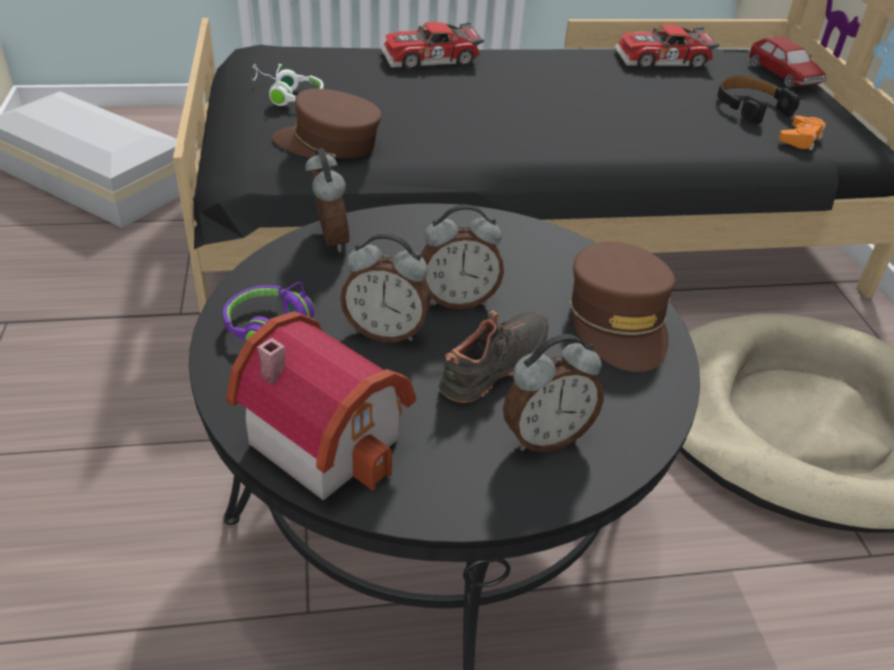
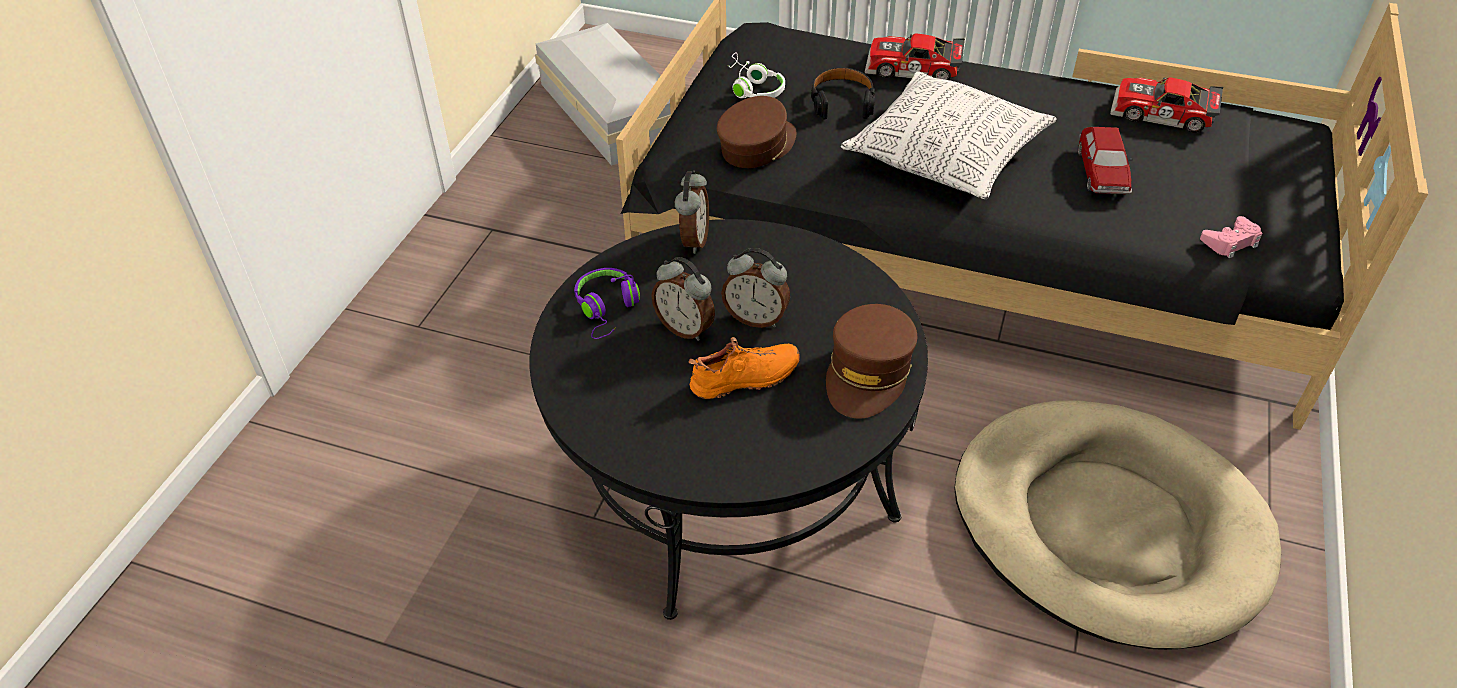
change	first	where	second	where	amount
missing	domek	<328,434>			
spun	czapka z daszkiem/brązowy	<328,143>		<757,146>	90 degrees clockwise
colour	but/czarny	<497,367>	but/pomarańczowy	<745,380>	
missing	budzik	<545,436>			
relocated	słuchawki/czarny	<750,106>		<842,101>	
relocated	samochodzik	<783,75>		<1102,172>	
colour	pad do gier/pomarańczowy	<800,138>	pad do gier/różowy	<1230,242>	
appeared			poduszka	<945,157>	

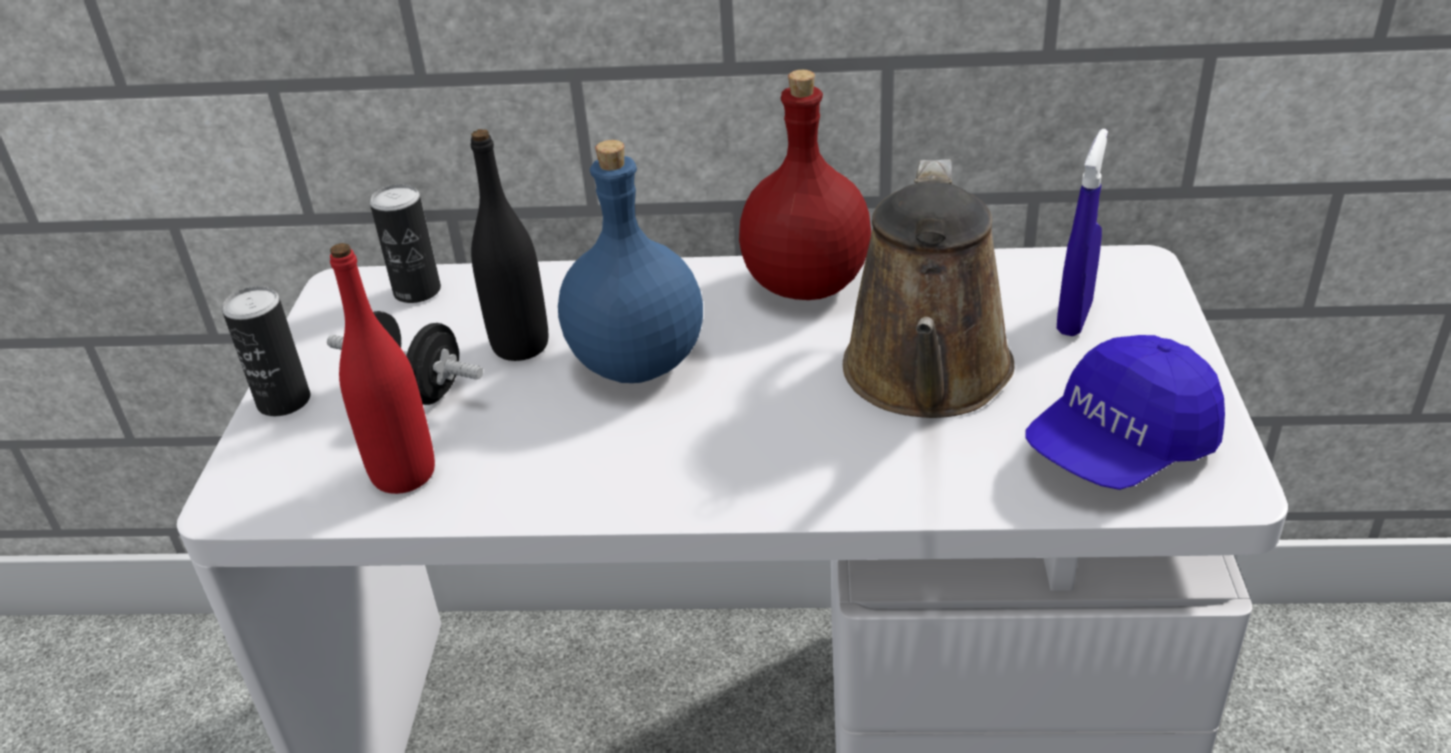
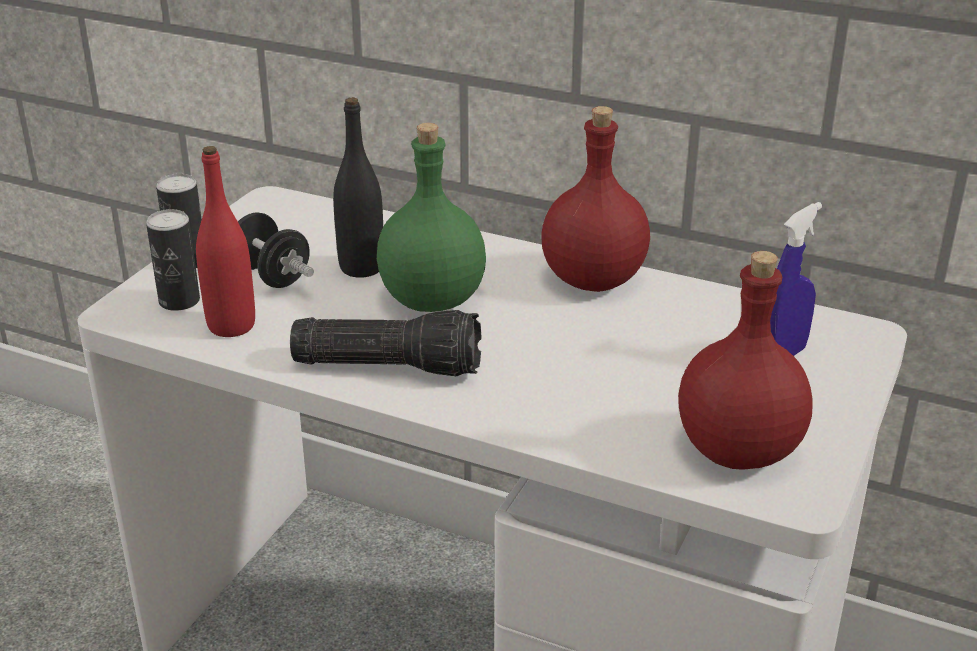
change	first	where	second	where	amount
relocated	puszka	<417,291>		<179,301>	
colour	butelka/niebieski	<636,362>	butelka/zielony	<432,299>	
missing	konewka/brązowy	<927,378>			
exchanged	czapka z daszkiem/niebieski	<1120,447>	butelka/czerwony	<740,451>	
appeared			latarka	<390,364>	

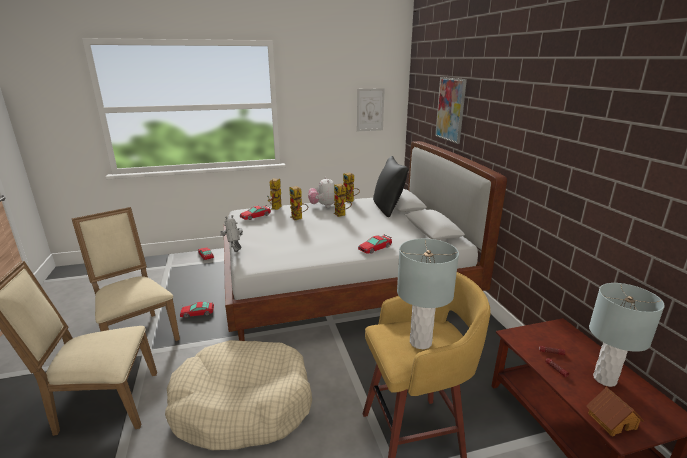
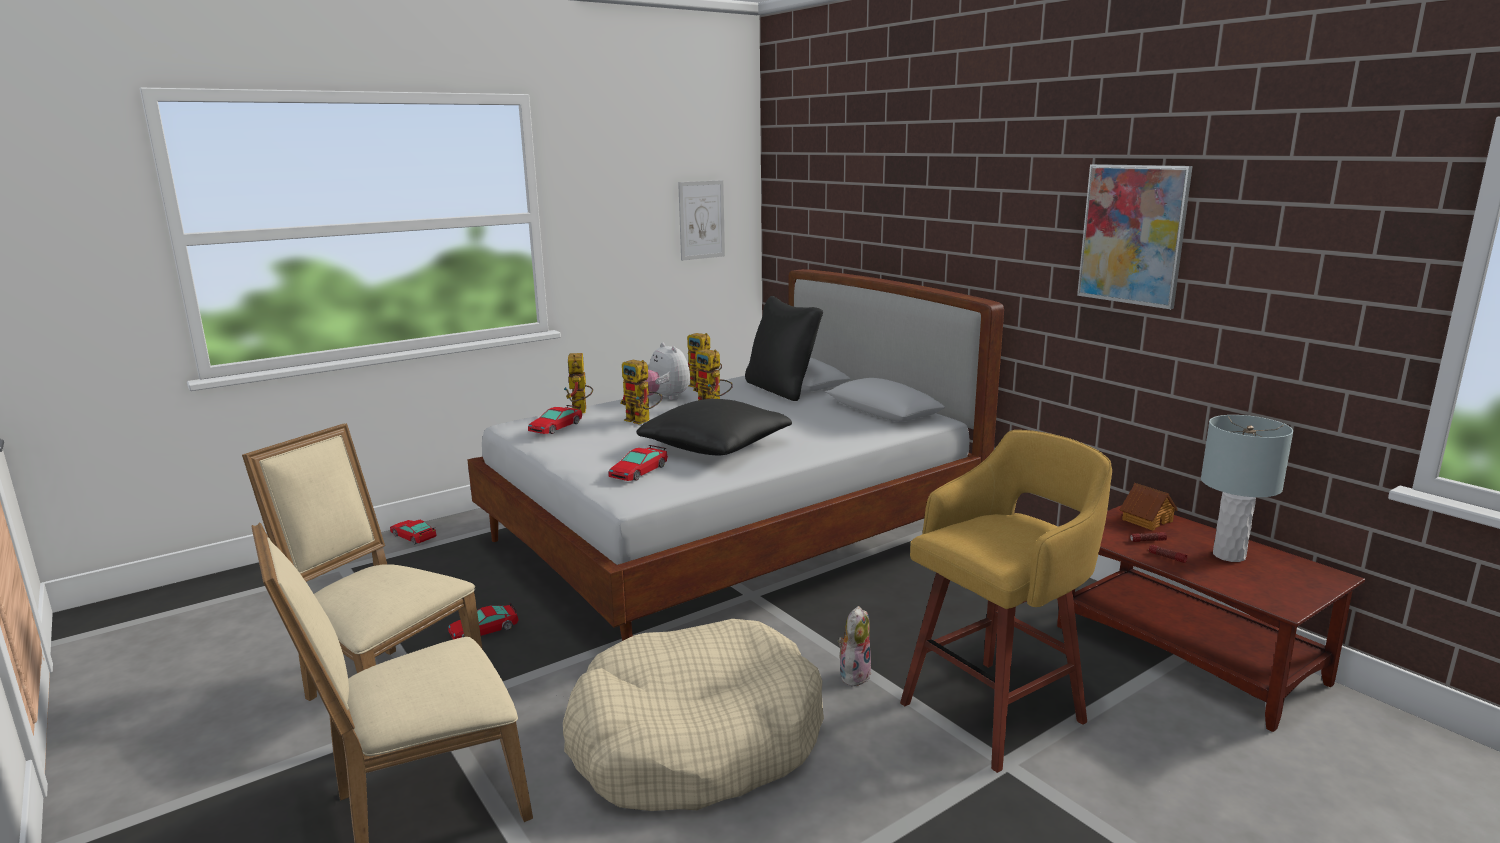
change	first	where	second	where	amount
missing	robot zabawkowy	<235,253>			
relocated	samochodzik	<375,248>		<638,471>	
missing	lampa stołowa/szary	<420,342>			
relocated	obraz	<450,109>		<1132,234>	
relocated	domek	<611,420>		<1146,520>	
appeared			poduszka/czarny	<715,447>	
appeared			pluszak	<853,674>	

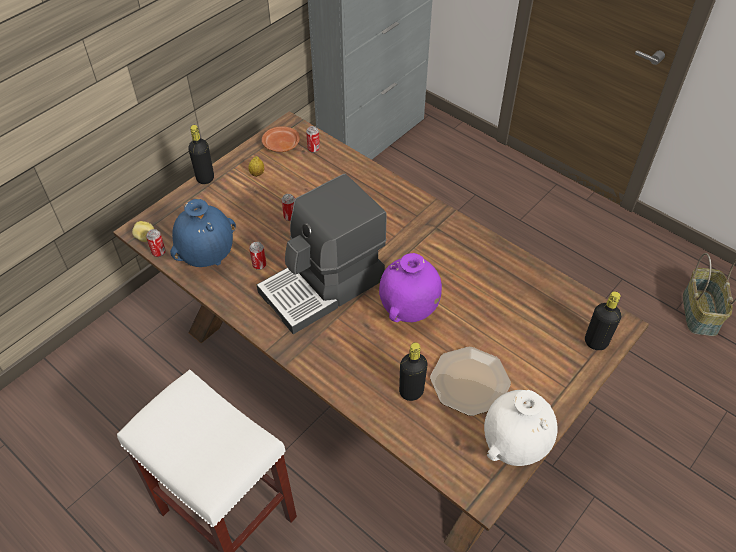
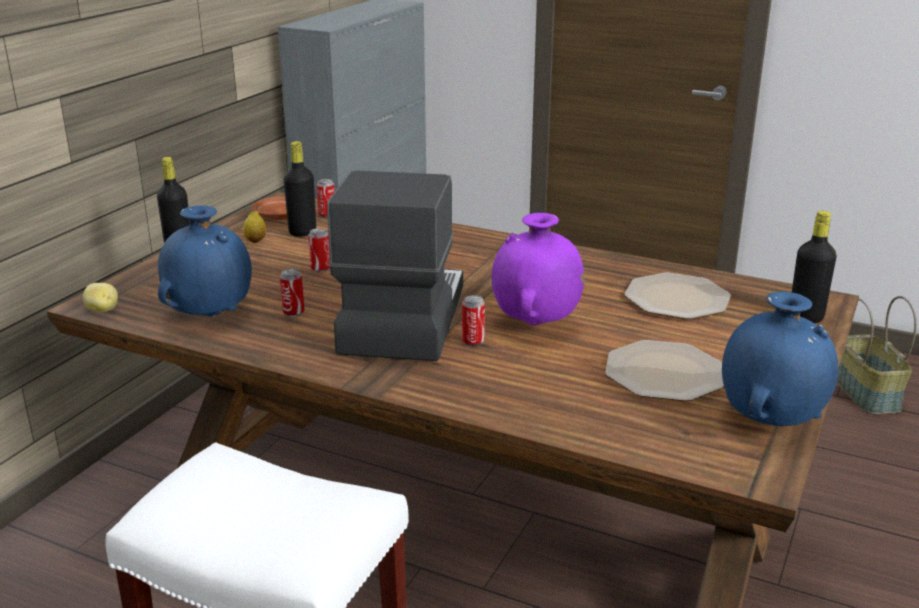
change	first	where	second	where	amount
relocated	puszka	<159,252>		<473,341>	
spun	ekspres do kawy	<324,286>		<400,319>	150 degrees clockwise
relocated	butelka/czarny	<411,391>		<302,232>	
colour	wazon/biały	<514,445>	wazon/niebieski	<770,421>	
appeared			talerz	<676,299>	

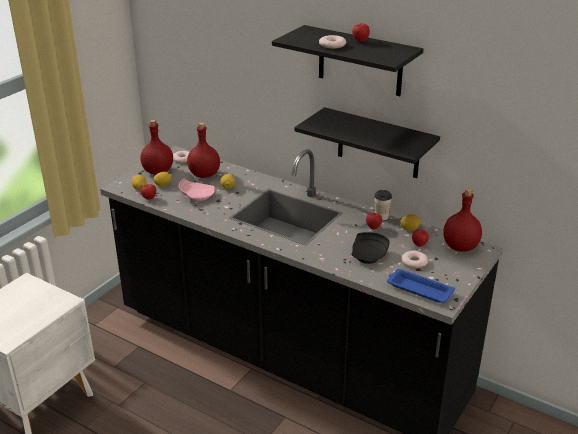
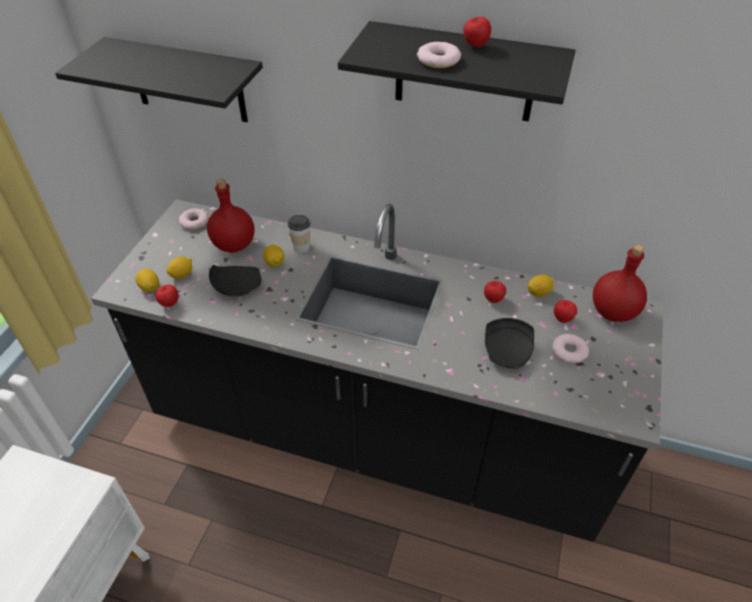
change	first	where	second	where	amount
missing	butelka/czerwony	<157,171>			
colour	talerz/różowy	<196,196>	talerz/czarny	<236,286>	
relocated	półka/czarny	<378,144>		<188,81>	
relocated	filiżanka	<381,217>		<301,247>	
missing	taca/niebieski	<418,289>			

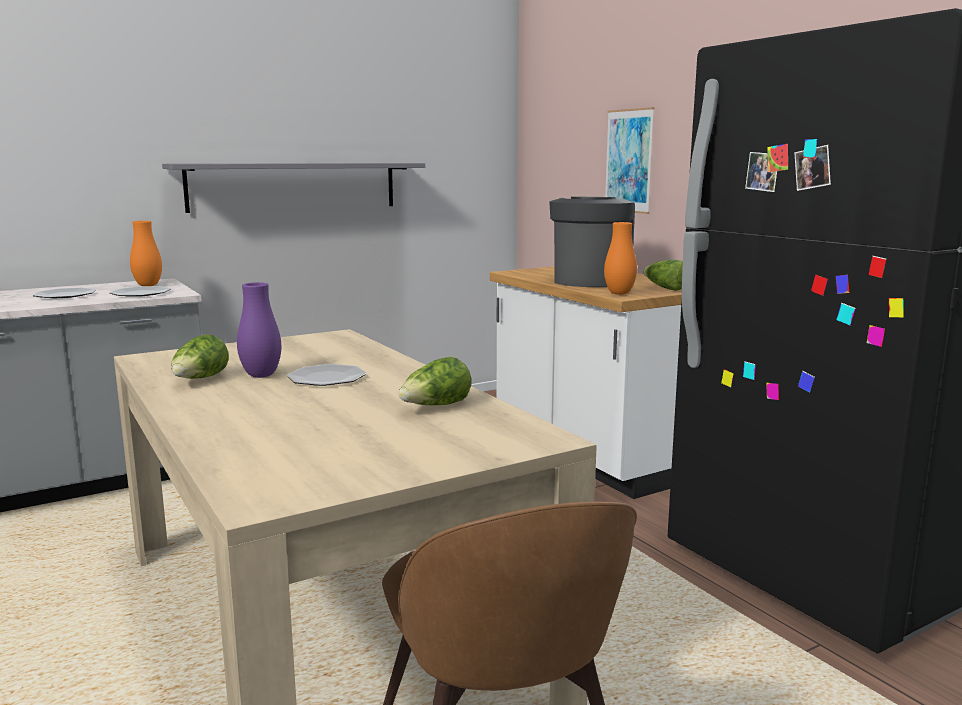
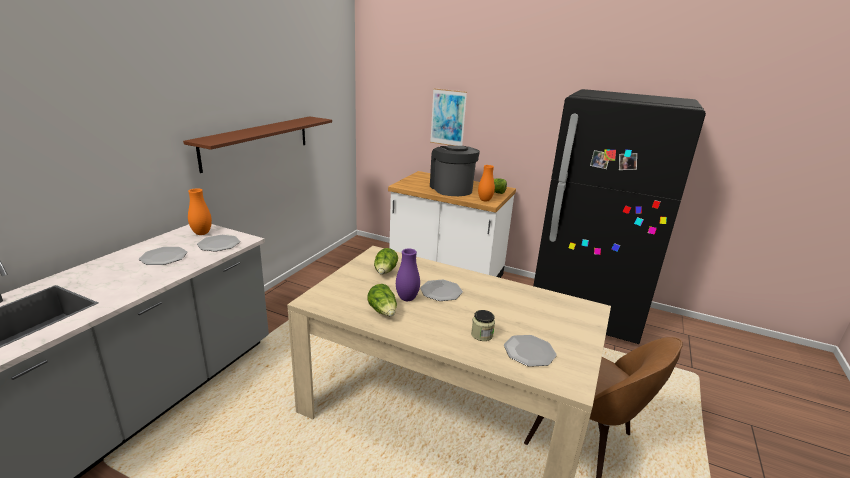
change	first	where	second	where	amount
colour	półka/szary	<294,186>	półka/brązowy	<257,142>	
relocated	sałata	<436,407>		<385,271>	
appeared			słoik	<482,335>	
appeared			talerz	<529,352>	

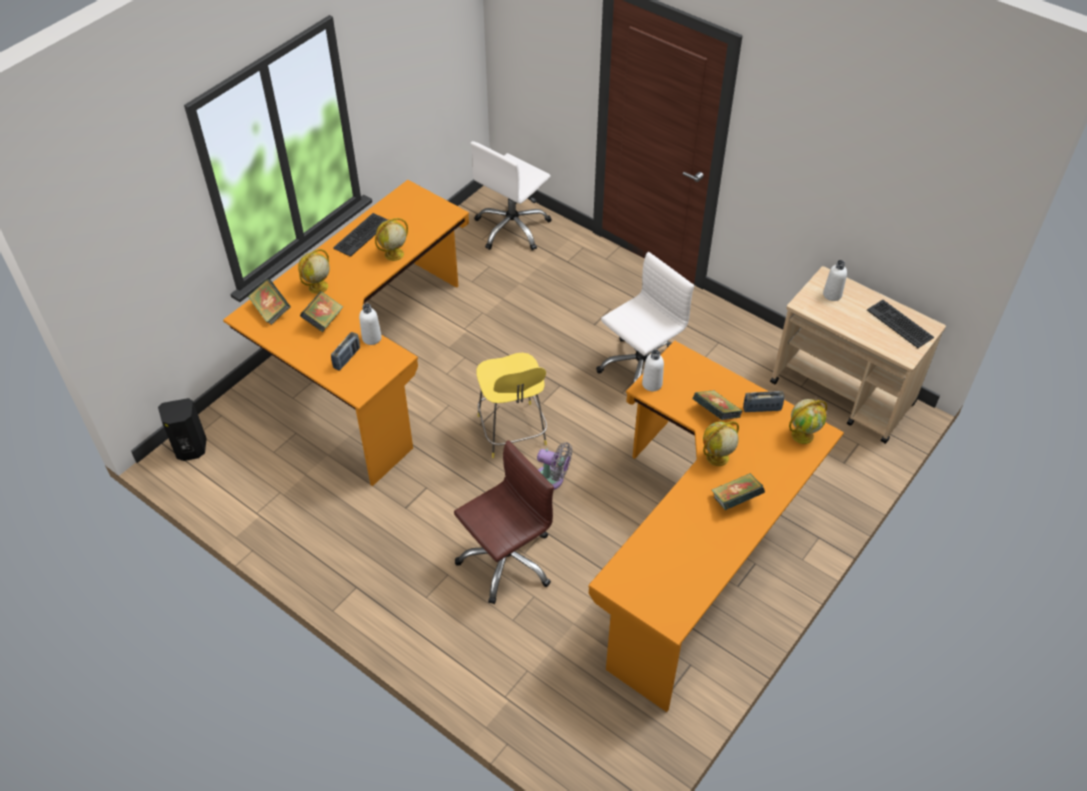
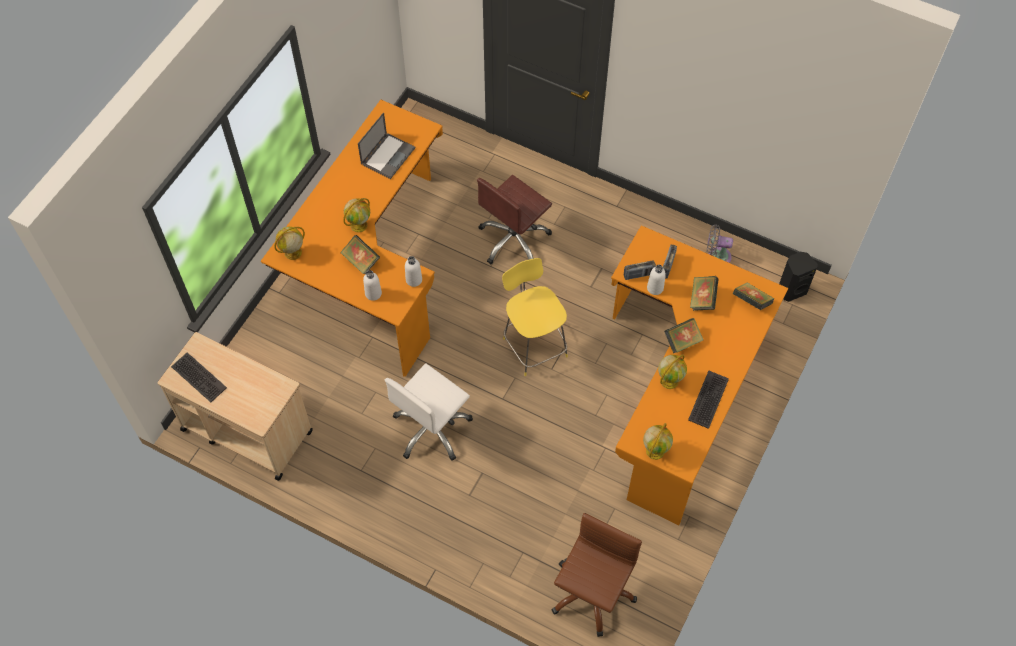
change	first	where	second	where	amount
relocated	globus	<318,287>		<655,450>	
colour	krzesło biurowe/biały	<512,228>	krzesło biurowe/brązowy	<591,592>	
relocated	wentylator/szary	<552,479>		<716,256>	
relocated	książka	<735,500>		<682,341>	
relocated	radio	<762,409>		<638,275>	
relocated	butelka/biały	<832,294>		<373,293>	
appeared			laptop	<388,155>	

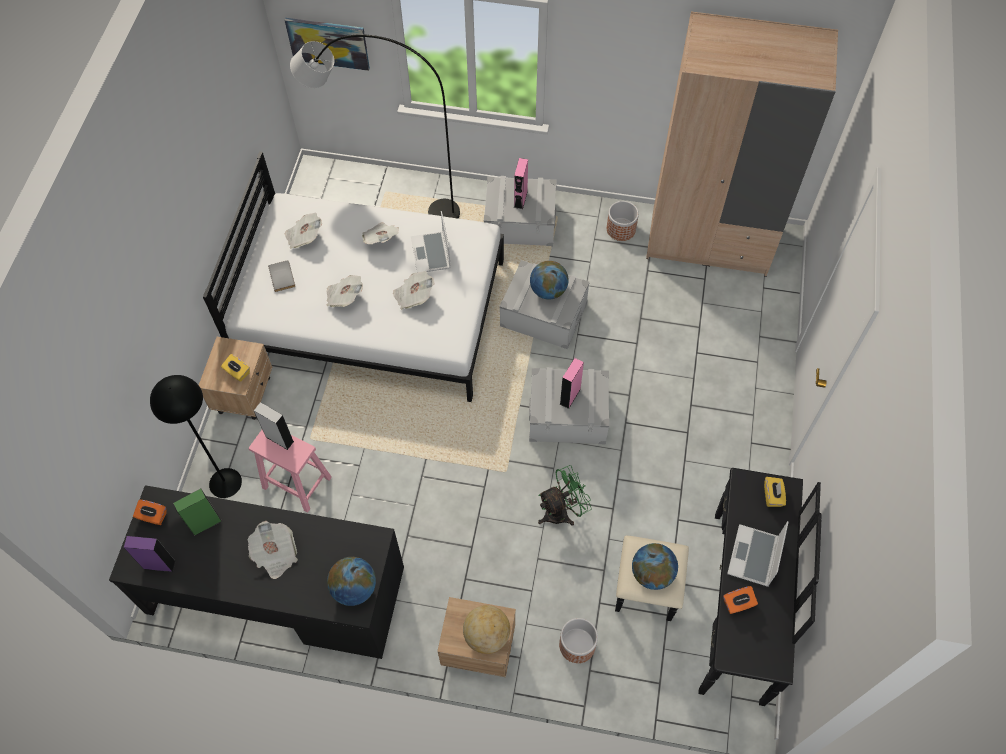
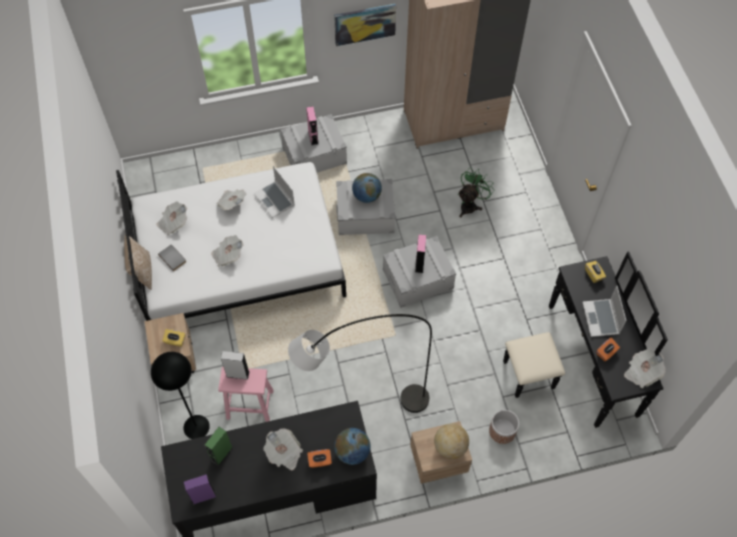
change	first	where	second	where	amount
relocated	pudełko chusteczek/pomarańczowy	<153,516>		<320,461>	
relocated	obraz	<328,43>		<365,24>	
relocated	lampa stojąca/szary	<386,203>		<361,409>	
relocated	gazeta	<413,296>		<641,372>	
relocated	wentylator/zielony	<562,511>		<470,204>	
missing	donica	<621,229>			
missing	globus	<652,573>			
appeared			poduszka	<142,272>	

